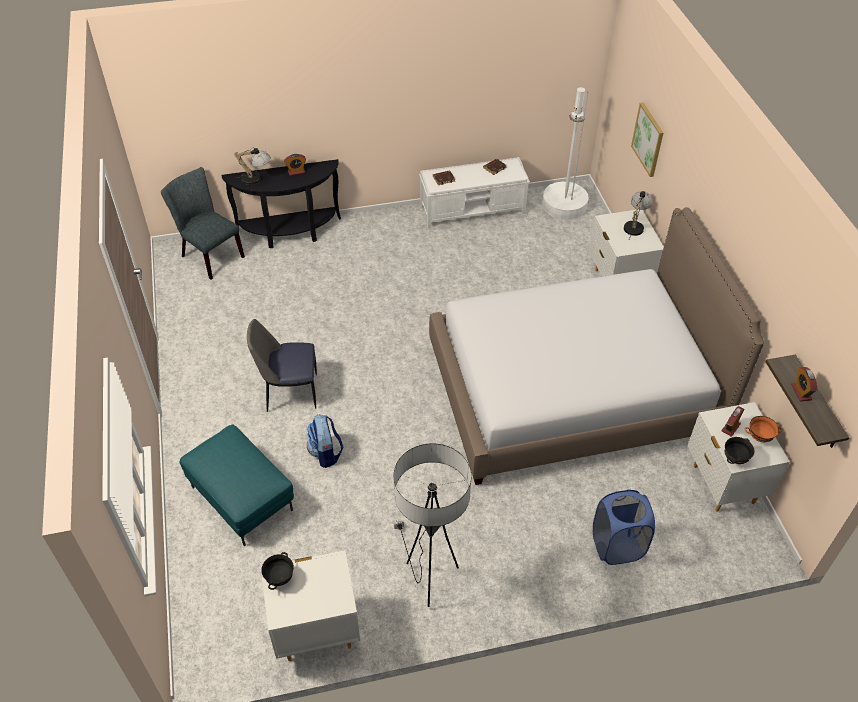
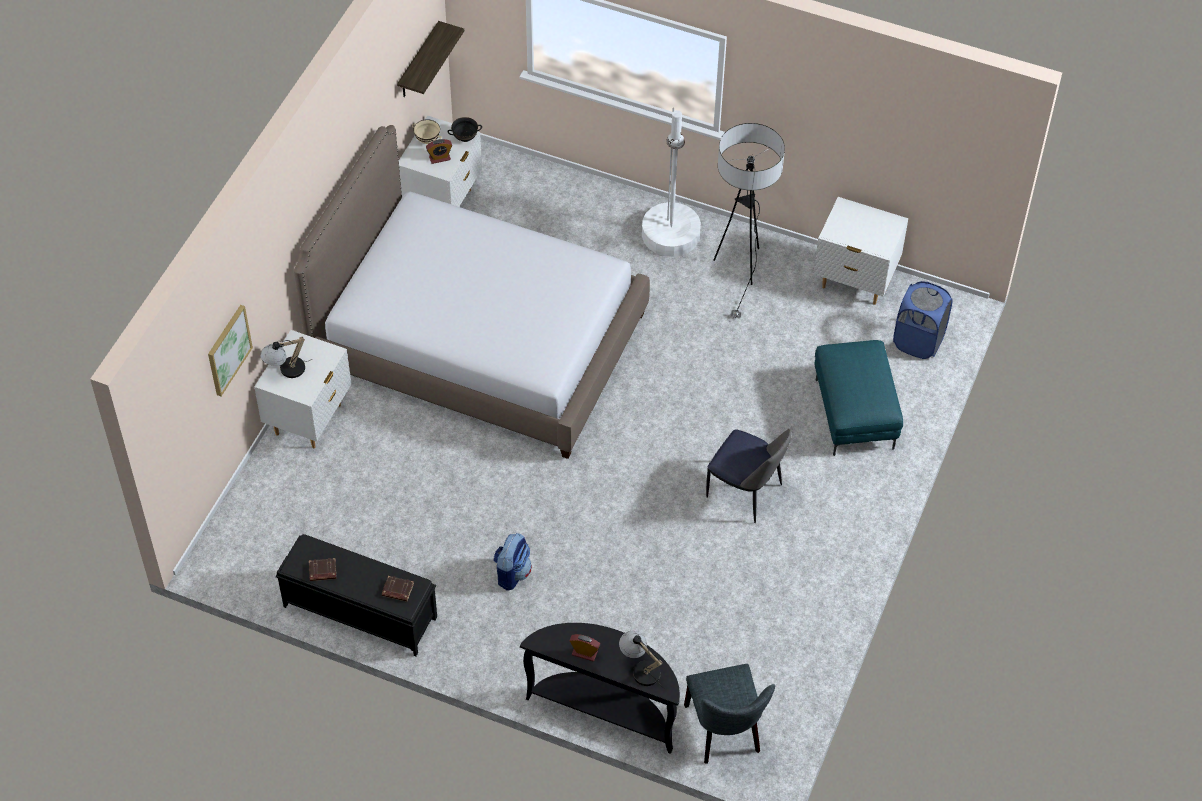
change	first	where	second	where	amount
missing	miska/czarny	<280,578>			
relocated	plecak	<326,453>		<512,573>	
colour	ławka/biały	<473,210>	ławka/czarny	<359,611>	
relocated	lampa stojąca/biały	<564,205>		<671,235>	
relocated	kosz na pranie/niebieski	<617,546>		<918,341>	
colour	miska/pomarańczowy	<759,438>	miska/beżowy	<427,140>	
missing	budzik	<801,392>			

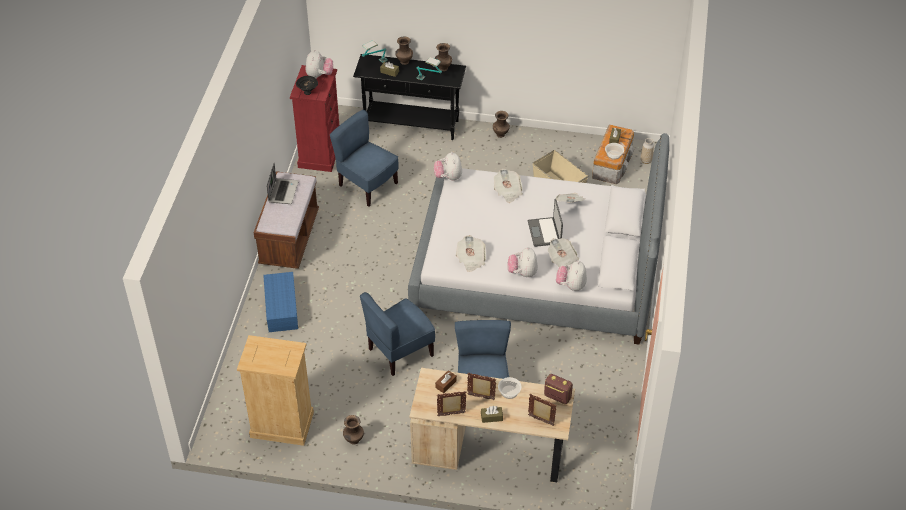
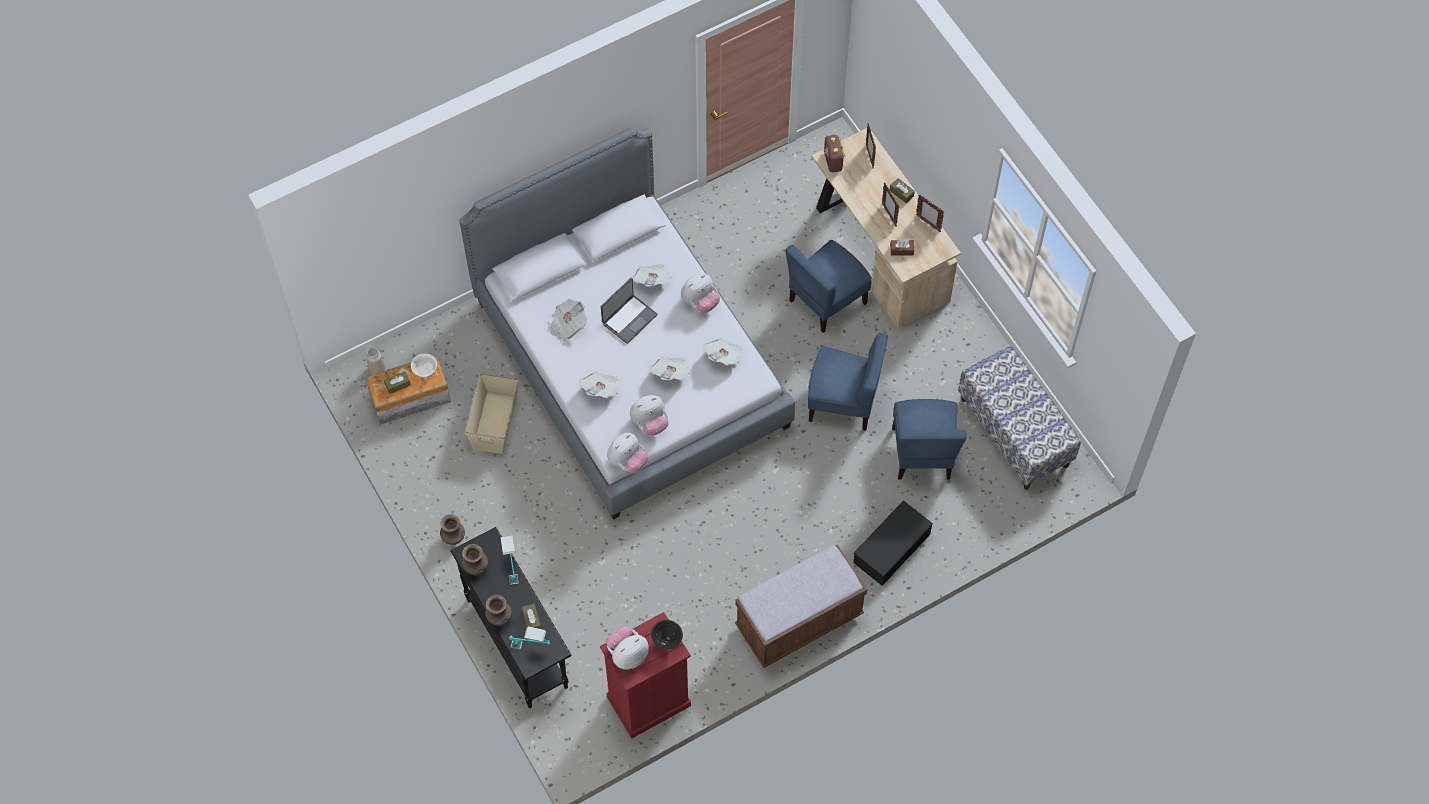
change	first	where	second	where	amount
exchanged	komoda/beżowy	<281,425>	ławka	<1014,432>	
colour	pojemnik do przechowywania/niebieski	<281,307>	pojemnik do przechowywania/czarny	<891,549>	
missing	laptop	<283,191>			
relocated	krzesło/niebieski	<367,185>		<922,453>	
missing	wazon/brązowy	<353,440>			
missing	miska	<509,392>			
relocated	pluszak	<571,285>		<650,423>	
appeared			gazeta	<671,373>	

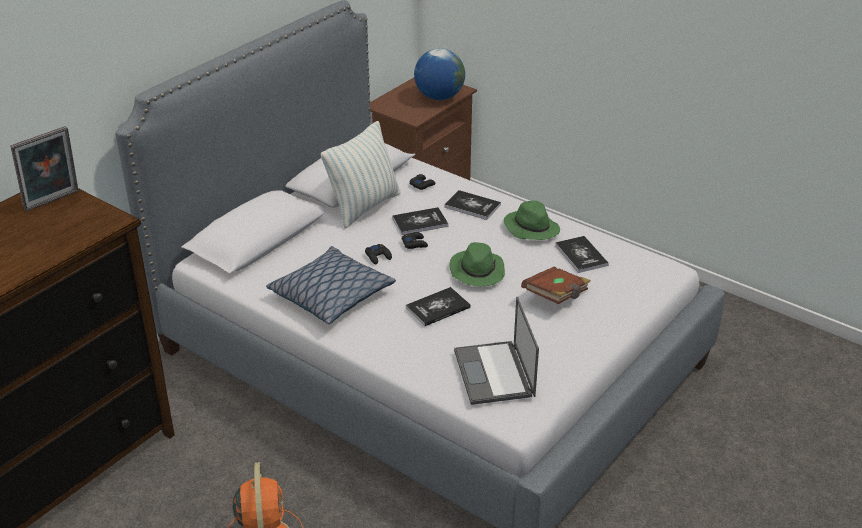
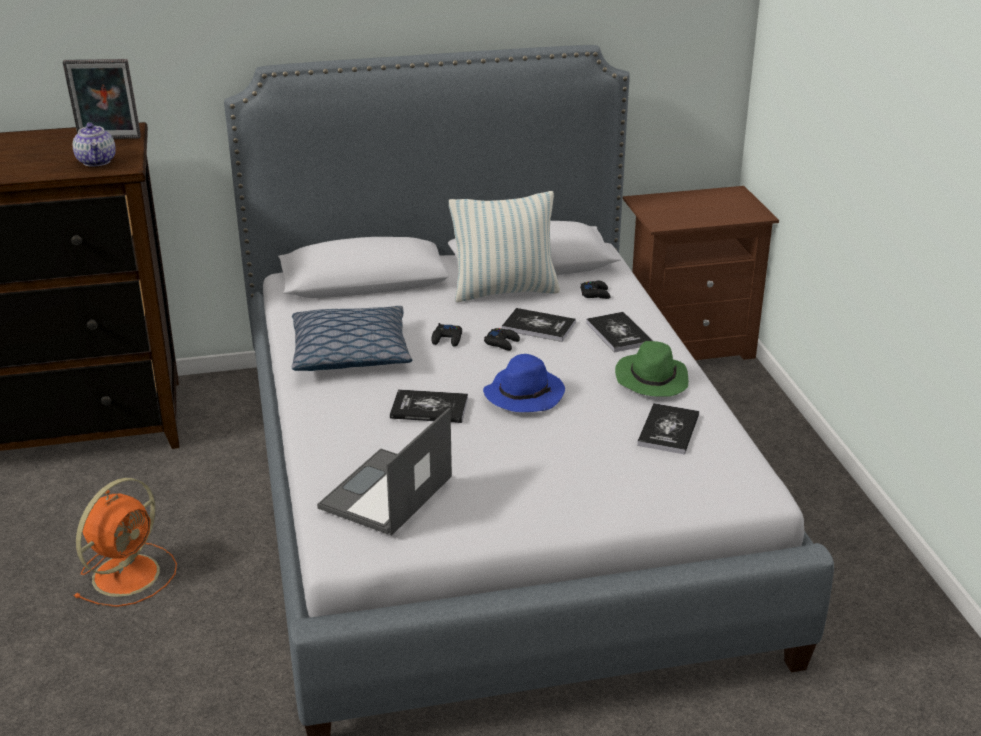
change	first	where	second	where	amount
missing	globus	<439,97>			
colour	kapelusz/zielony	<477,271>	kapelusz/niebieski	<524,394>	
missing	książka/brązowy	<556,296>			
appeared			imbryk	<97,161>	

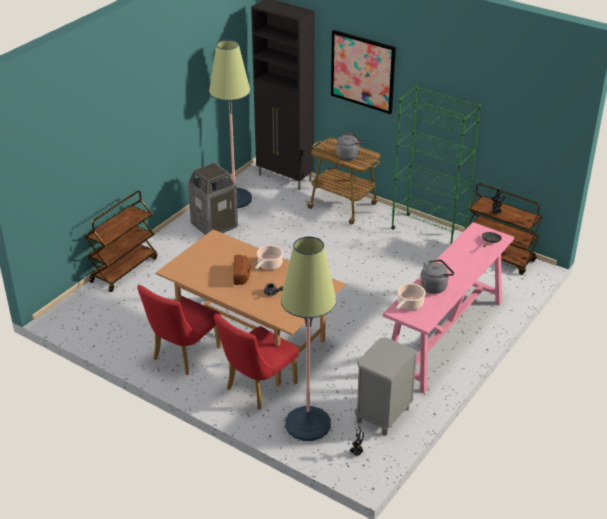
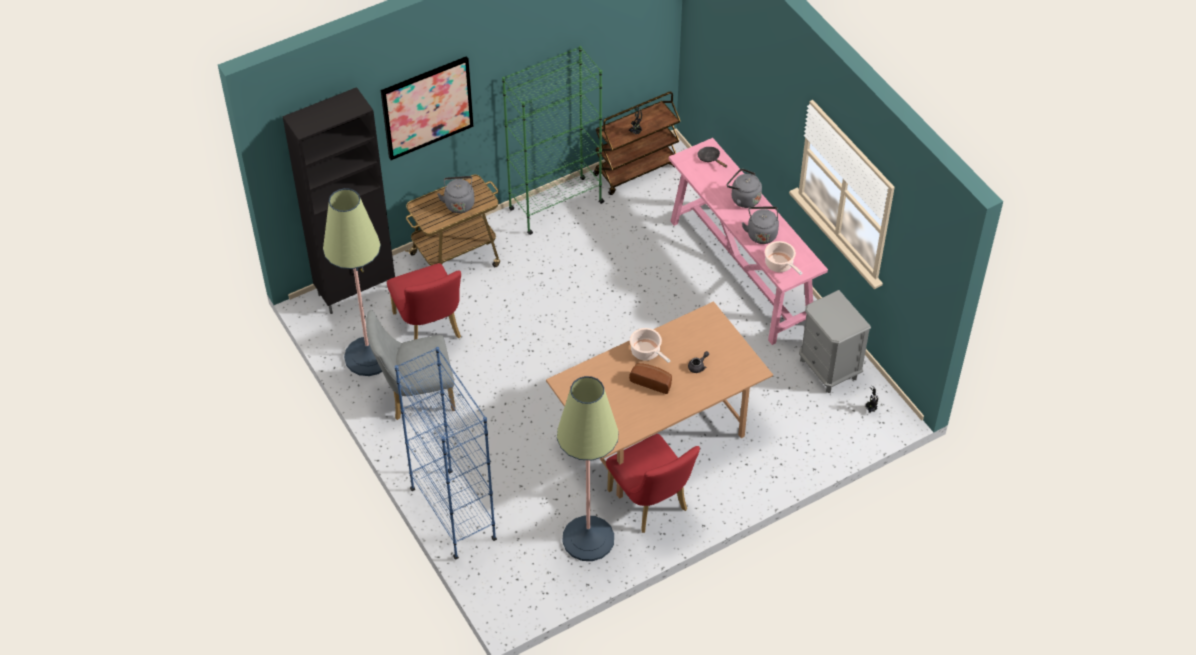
change	first	where	second	where	amount
exchanged	wózek/brązowy	<124,269>	regał/niebieski	<453,515>	
exchanged	kosz na śmieci	<214,225>	krzesło/szary	<415,396>	
relocated	krzesło/czerwony	<257,388>		<429,329>	
relocated	lampa stojąca	<308,424>		<588,539>	
appeared			czajnik/szary	<743,198>	

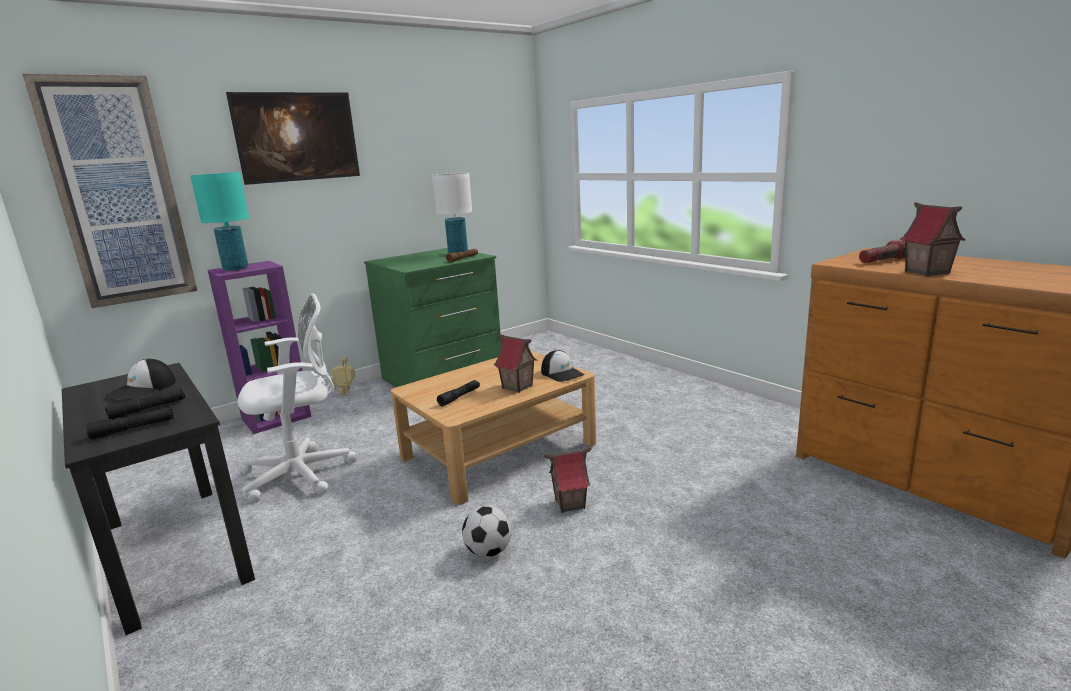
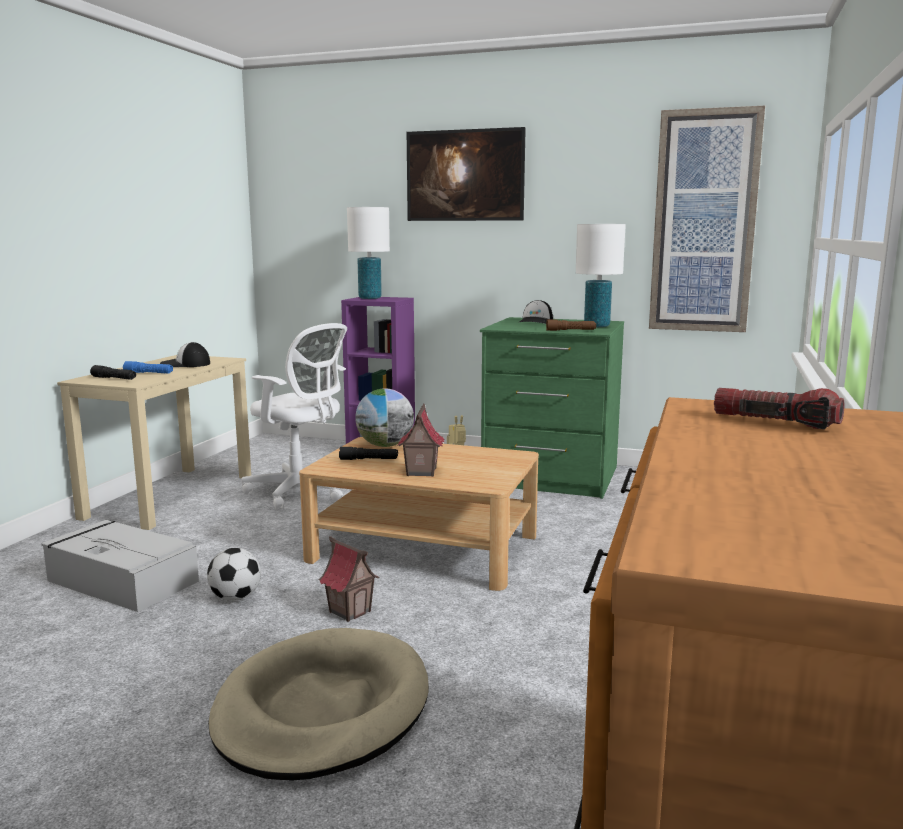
change	first	where	second	where	amount
relocated	obraz	<118,193>		<704,222>	
colour	biurko/czarny	<175,550>	biurko/beżowy	<171,496>	
colour	latarka/czarny	<148,410>	latarka/niebieski	<148,373>	
colour	lampa stołowa/turkusowy	<235,269>	lampa stołowa/biały	<370,298>	
relocated	czapka z daszkiem	<562,373>		<536,322>	
missing	domek	<926,272>			
appeared			pojemnik do przechowywania/szary	<121,580>	
appeared			legowisko/beżowy	<322,709>	
appeared			globus	<385,445>	

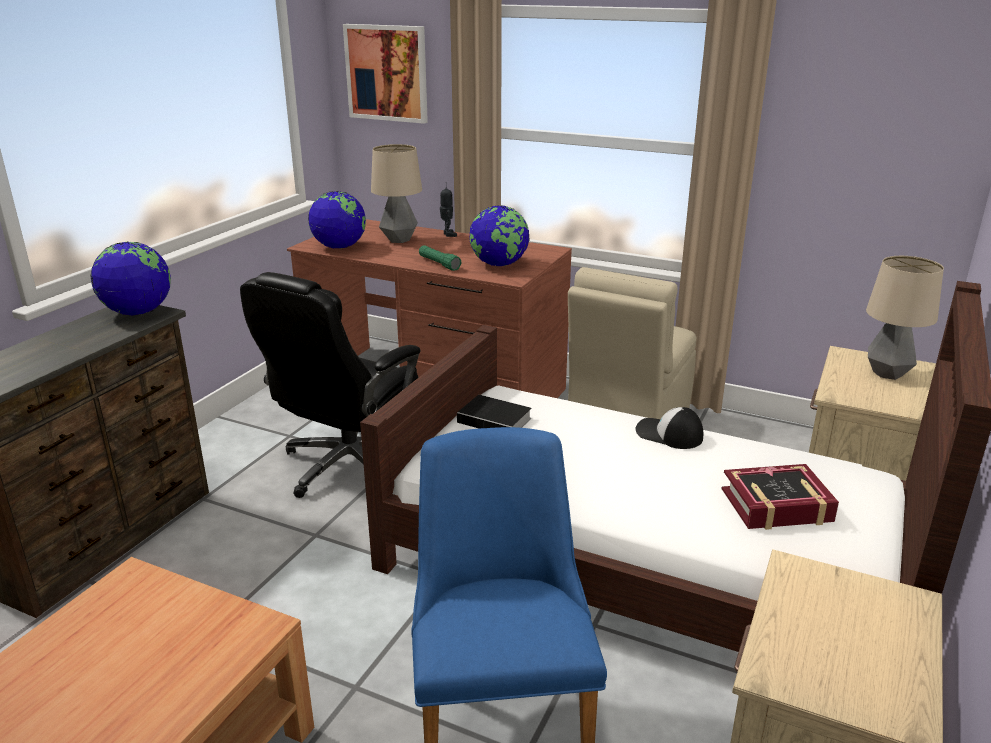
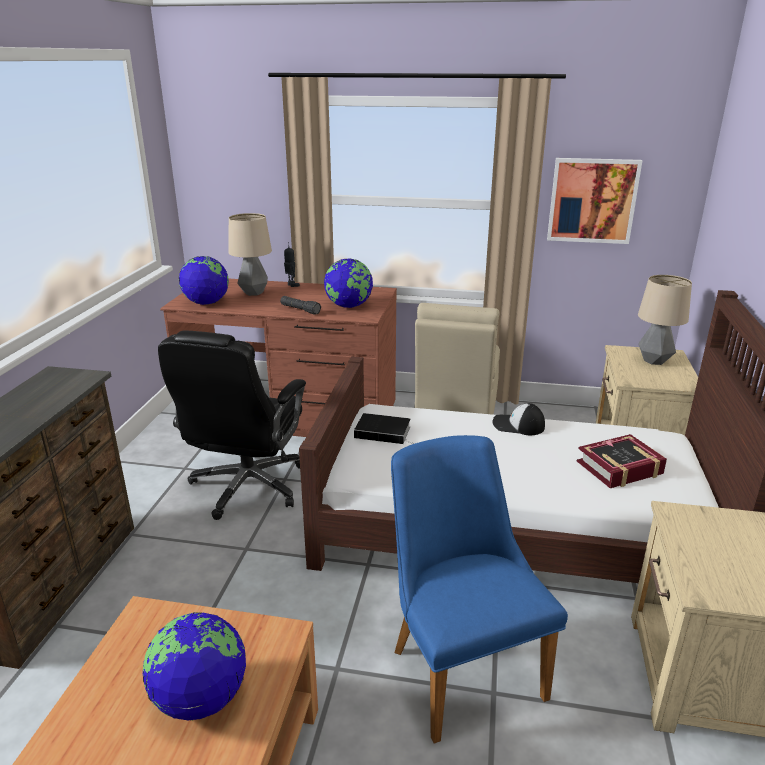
change	first	where	second	where	amount
relocated	globus	<138,312>		<200,699>	
relocated	obraz	<387,73>		<592,200>	
colour	latarka/zielony	<439,264>	latarka/czarny	<300,310>	

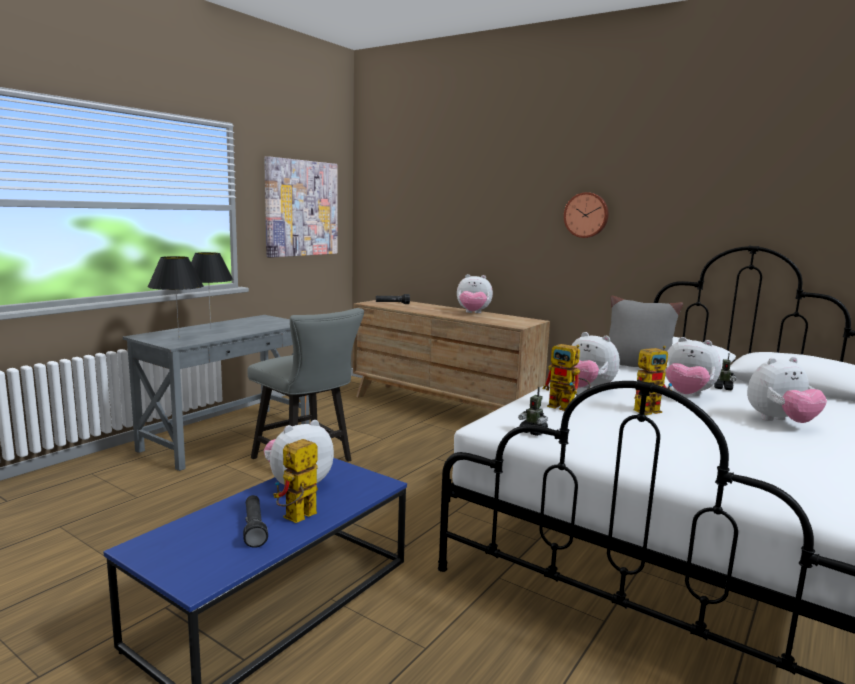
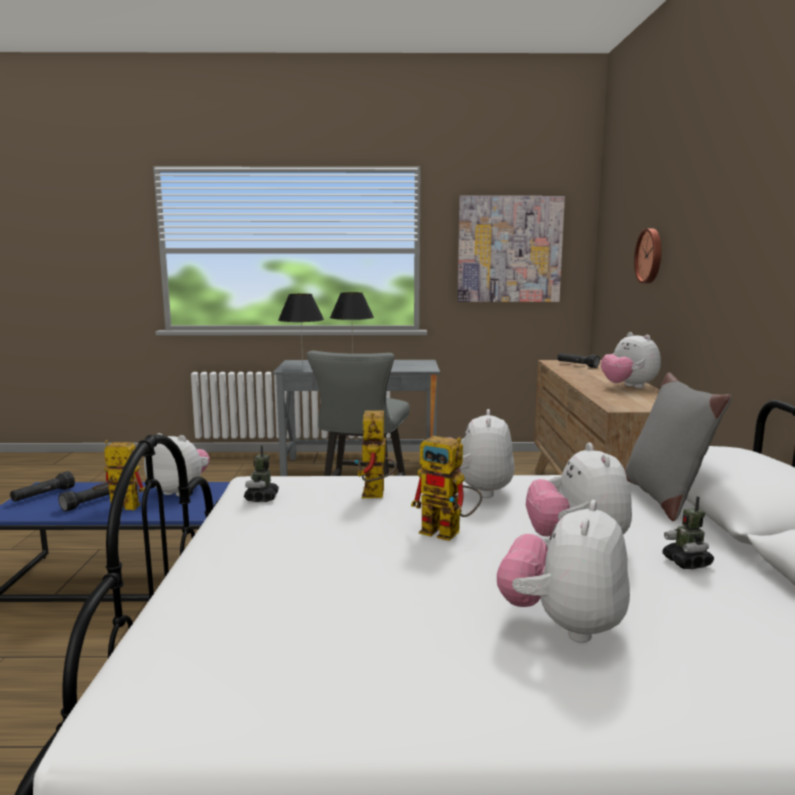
change	first	where	second	where	amount
relocated	zegar ścienny	<586,215>		<650,256>	
spun	pluszak	<780,422>		<563,625>	75 degrees clockwise
appeared			latarka/czarny	<43,495>	

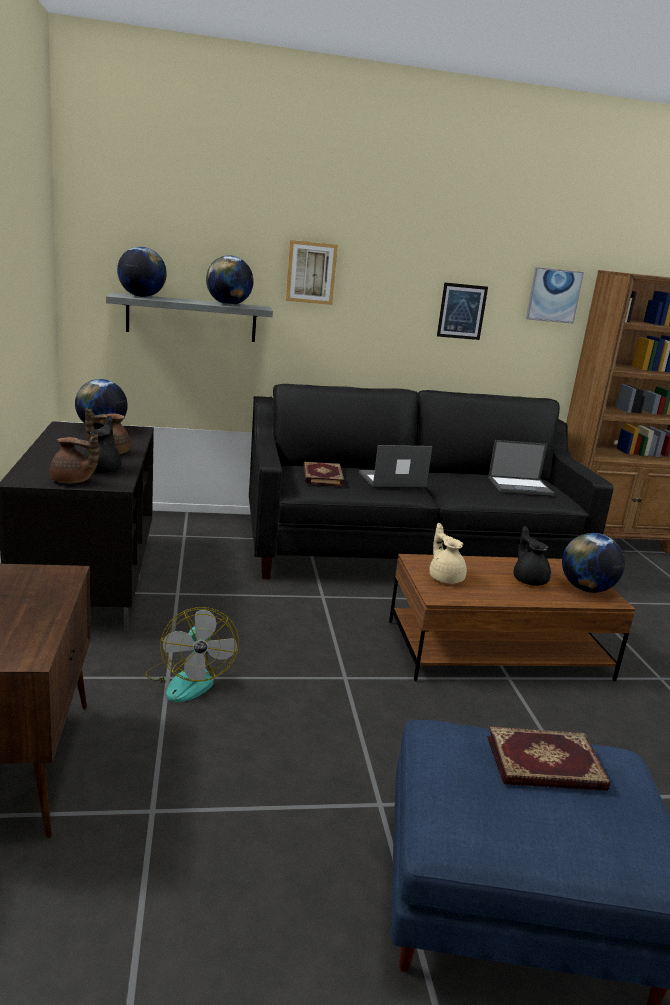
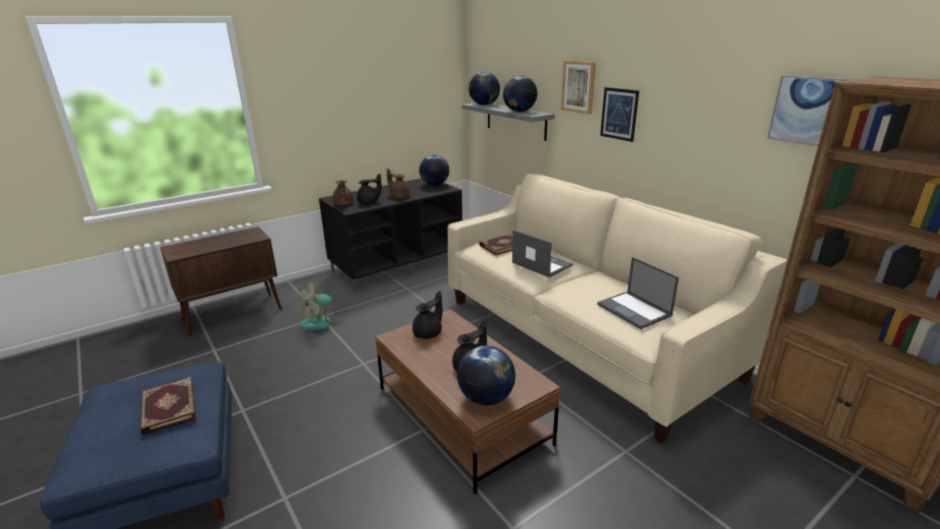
change	first	where	second	where	amount
colour	kanapa/czarny	<408,551>	kanapa/beżowy	<581,336>	
colour	imbryk/beżowy	<445,577>	imbryk/czarny	<429,333>	
relocated	obraz	<462,311>		<619,114>	

